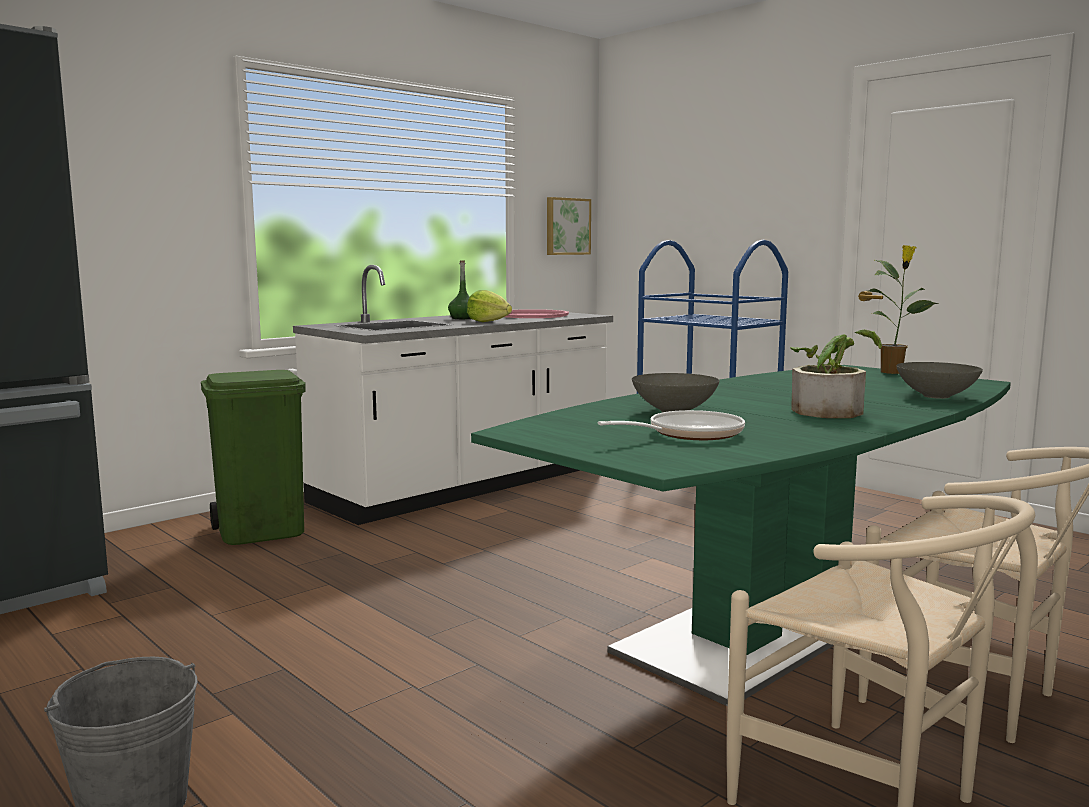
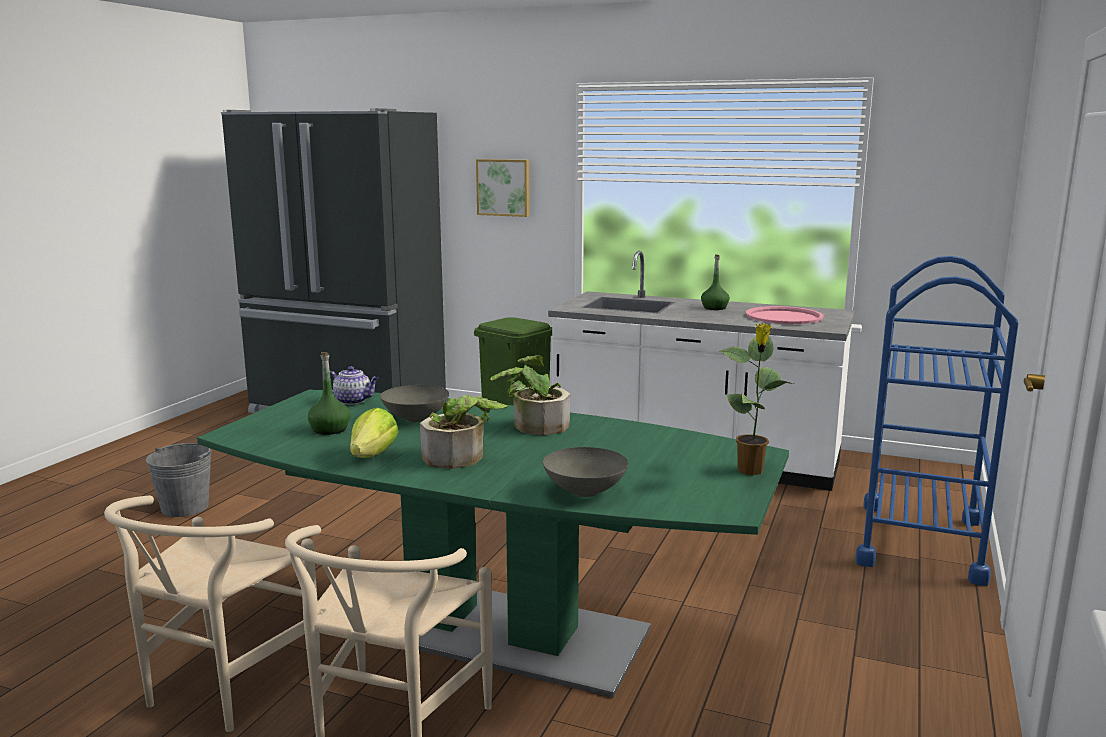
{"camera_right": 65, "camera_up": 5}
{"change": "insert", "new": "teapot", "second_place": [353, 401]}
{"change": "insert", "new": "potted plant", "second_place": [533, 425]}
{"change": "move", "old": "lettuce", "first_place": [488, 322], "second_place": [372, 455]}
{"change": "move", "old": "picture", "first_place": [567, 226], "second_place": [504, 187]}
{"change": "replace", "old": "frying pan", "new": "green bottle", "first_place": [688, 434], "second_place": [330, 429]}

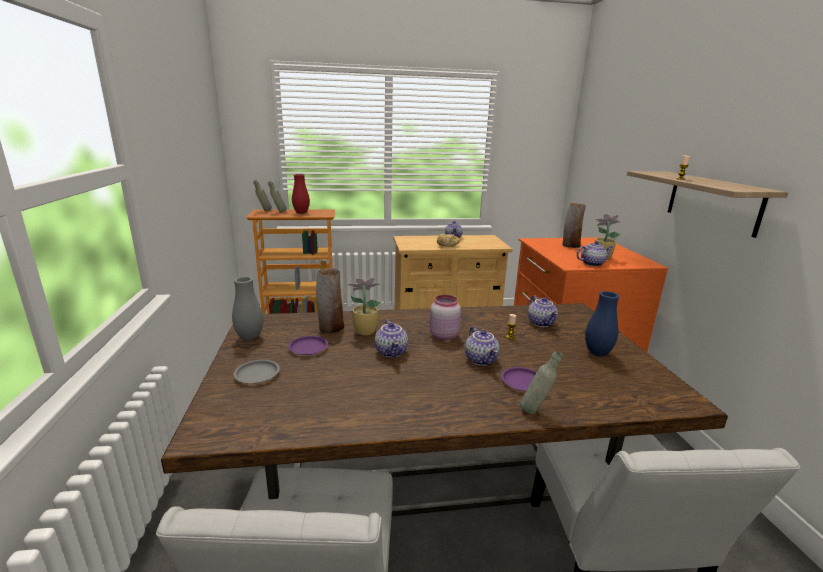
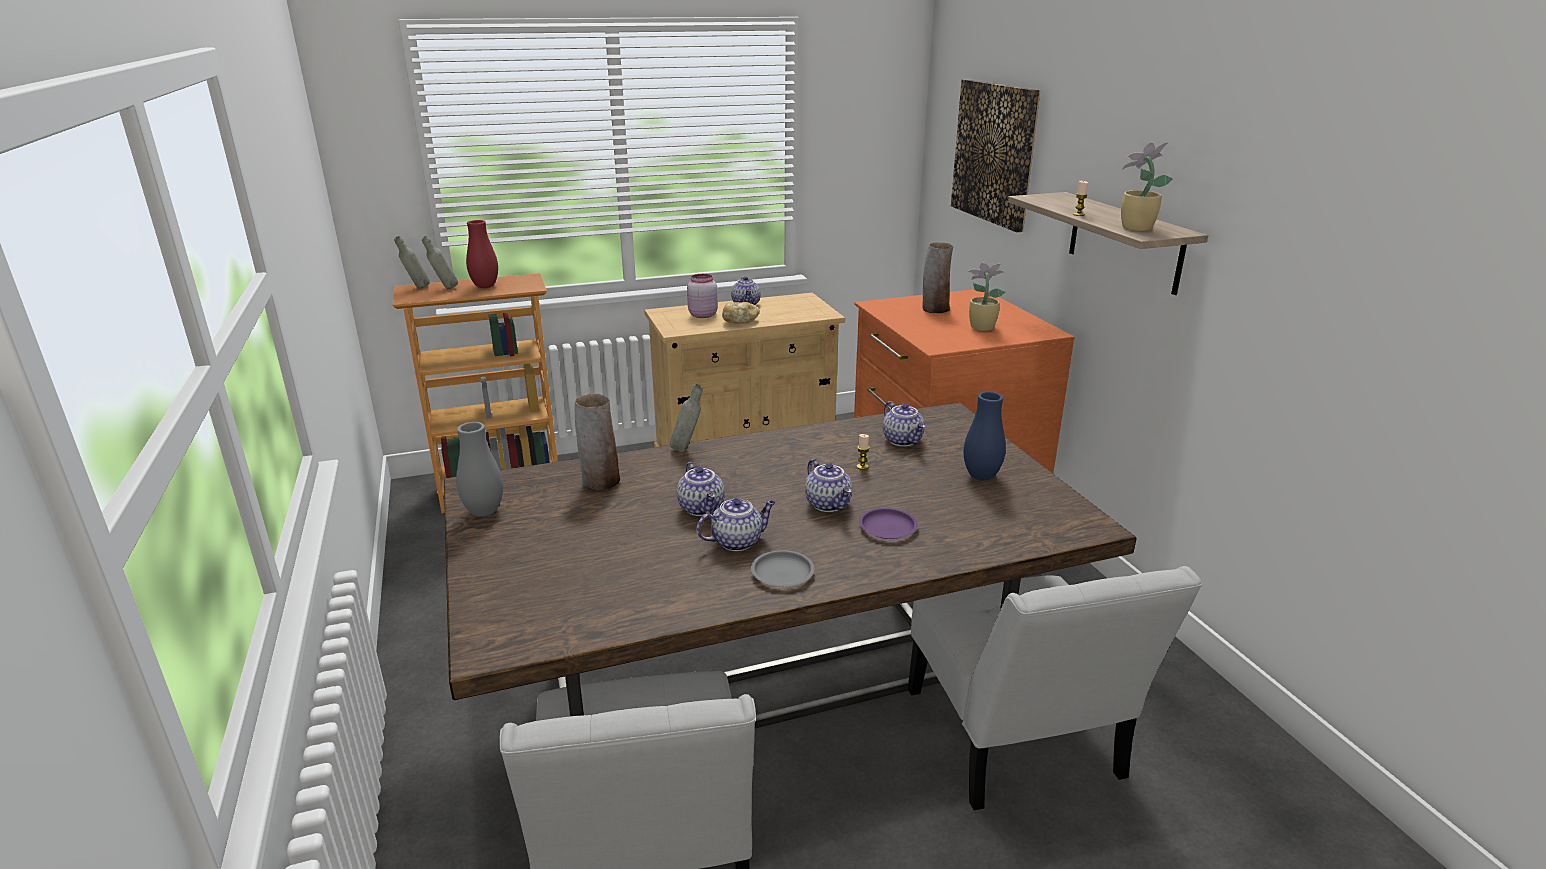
{"camera_right": -10, "camera_up": 5}
{"change": "delete", "old": "purple plate", "first_place": [308, 348]}
{"change": "insert", "new": "picture", "second_place": [994, 153]}
{"change": "move", "old": "grey plate", "first_place": [257, 374], "second_place": [782, 573]}
{"change": "move", "old": "potted plant", "first_place": [364, 331], "second_place": [1134, 228]}
{"change": "move", "old": "pink jar", "first_place": [443, 335], "second_place": [702, 315]}
{"change": "move", "old": "grey bottle", "first_place": [536, 411], "second_place": [687, 449]}
{"change": "move", "old": "teapot", "first_place": [592, 263], "second_place": [737, 541]}

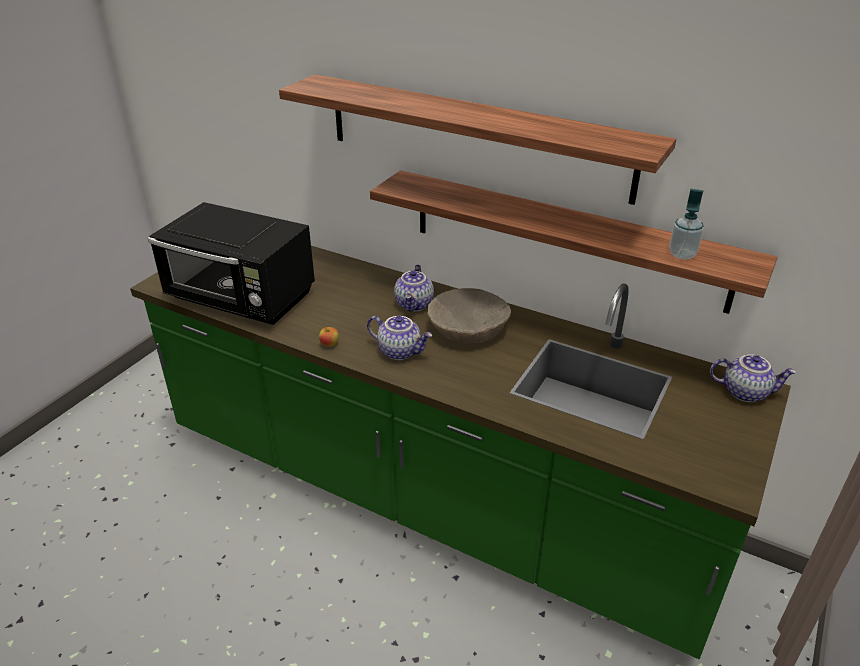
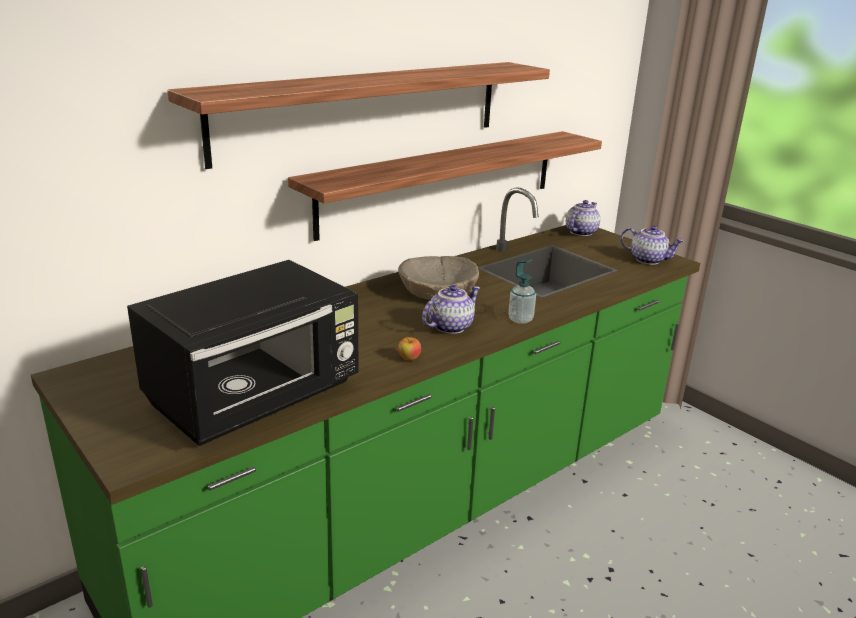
{"camera_right": -70, "camera_up": -10}
{"change": "move", "old": "teapot", "first_place": [415, 305], "second_place": [648, 260]}
{"change": "move", "old": "soap dispenser", "first_place": [682, 254], "second_place": [520, 319]}

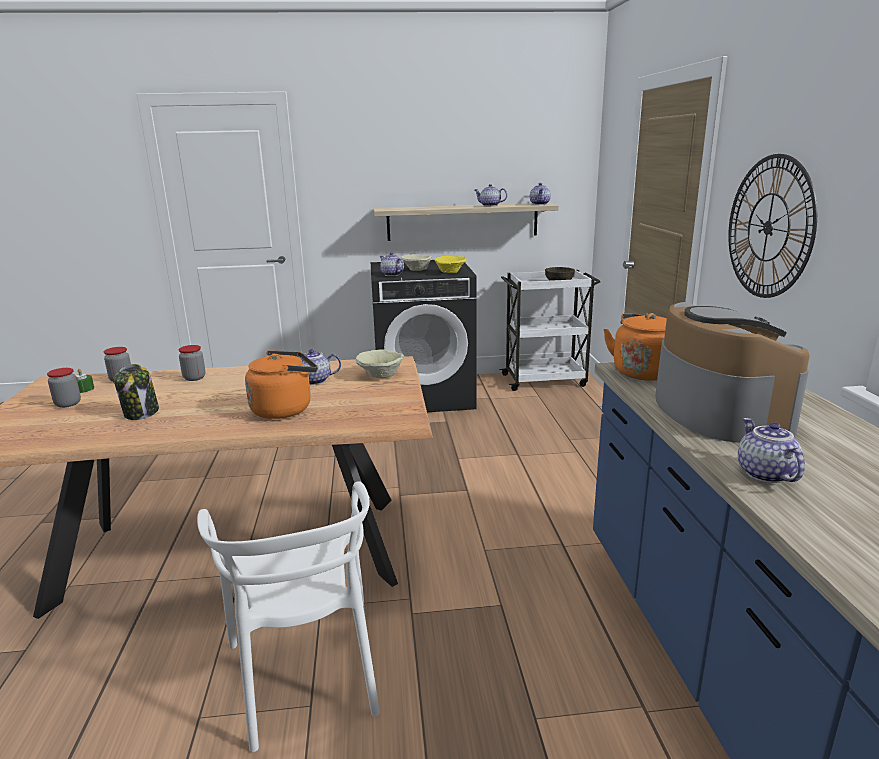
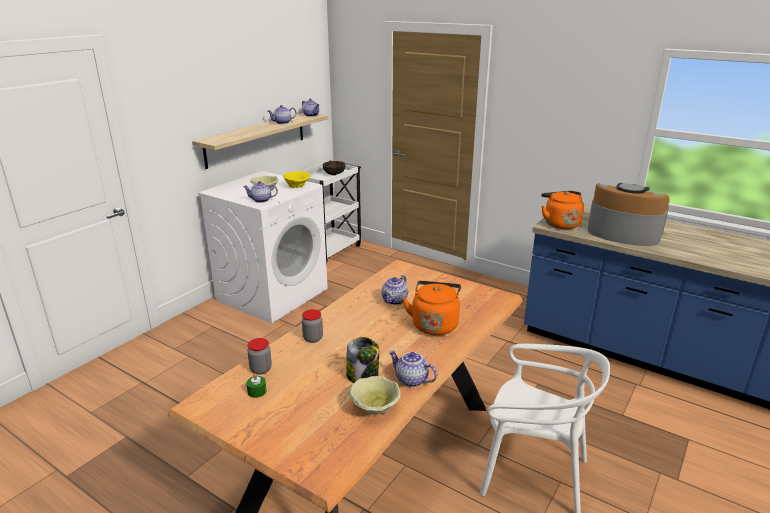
{"camera_right": -50, "camera_up": 5}
{"change": "delete", "old": "jar", "first_place": [68, 404]}
{"change": "delete", "old": "wall clock", "first_place": [768, 227]}
{"change": "move", "old": "beige bowl", "first_place": [381, 375], "second_place": [374, 407]}
{"change": "move", "old": "teapot", "first_place": [763, 474], "second_place": [411, 380]}
{"change": "recolor", "old": "black washing machine", "new": "white washing machine", "first_place": [425, 395], "second_place": [272, 294]}

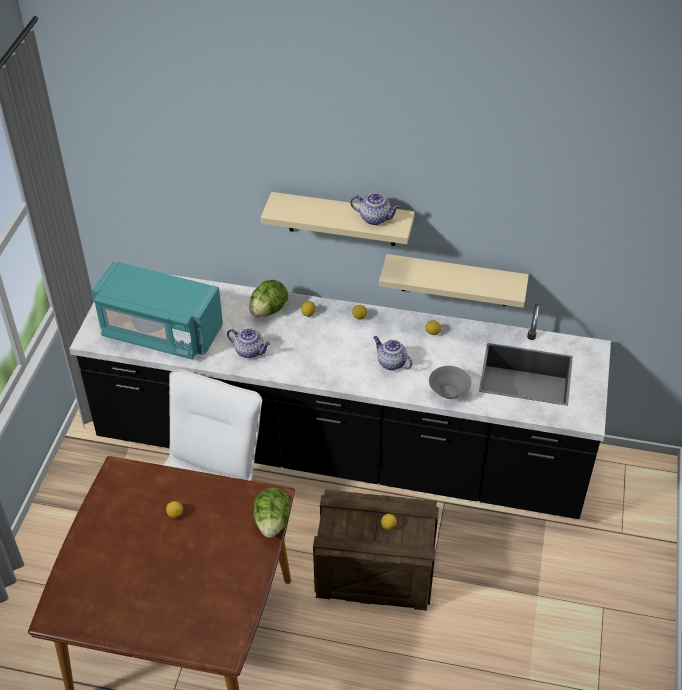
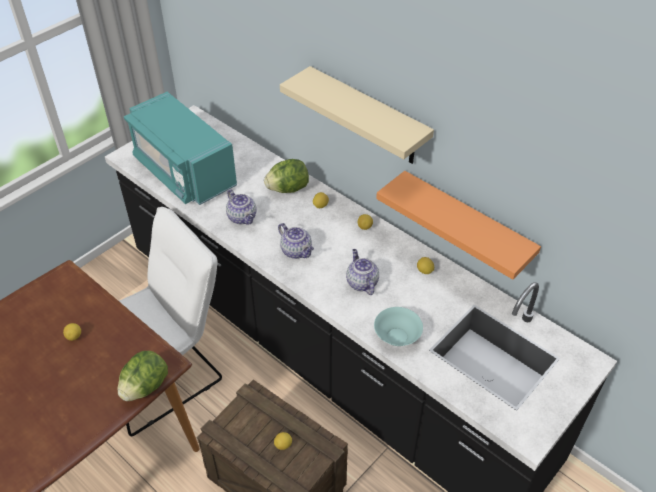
{"camera_right": 30, "camera_up": 0}
{"change": "move", "old": "teapot", "first_place": [375, 218], "second_place": [297, 251]}
{"change": "recolor", "old": "beige shelf", "new": "orange shelf", "first_place": [455, 280], "second_place": [466, 225]}
{"change": "recolor", "old": "grey bowl", "new": "turquoise bowl", "first_place": [448, 391], "second_place": [397, 336]}

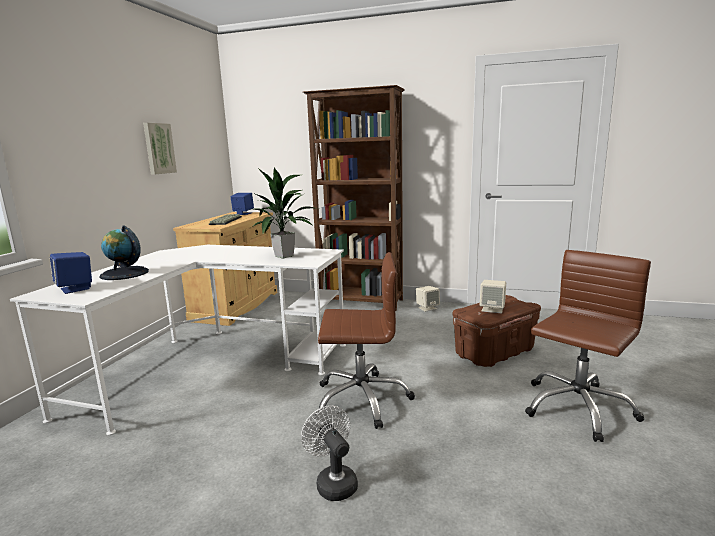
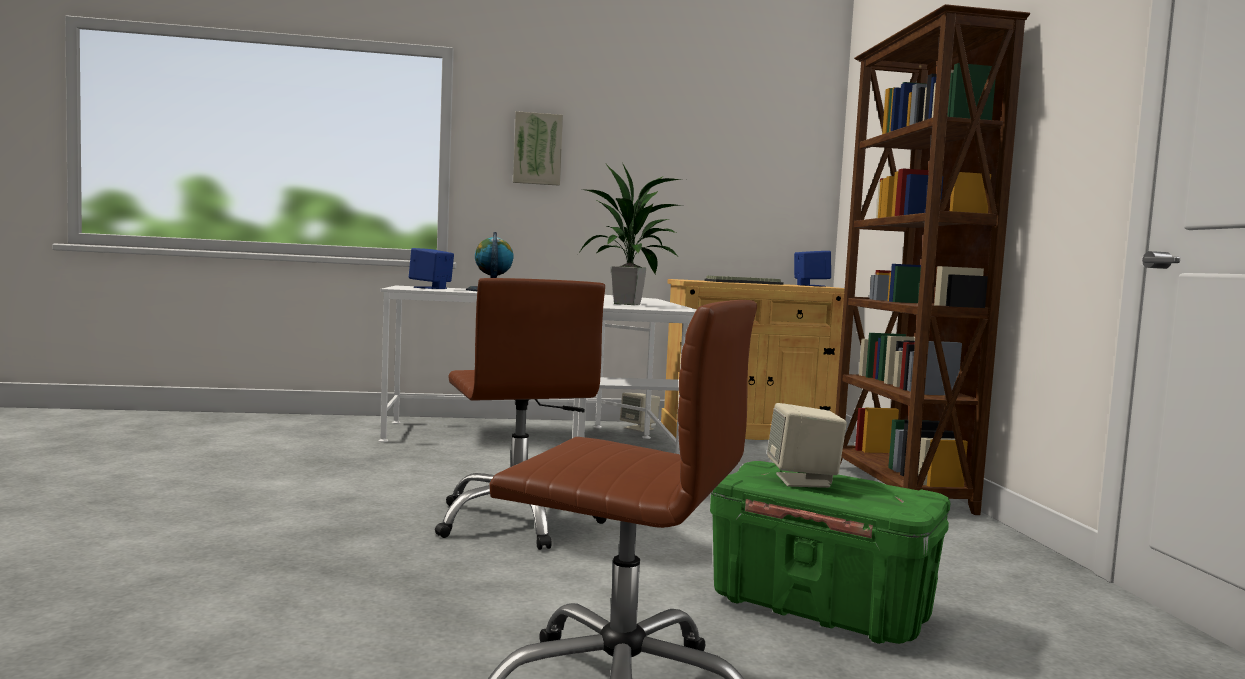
{"camera_right": 65, "camera_up": -10}
{"change": "delete", "old": "white fan", "first_place": [333, 482]}
{"change": "move", "old": "picture", "first_place": [158, 148], "second_place": [537, 149]}
{"change": "move", "old": "beige speaker", "first_place": [427, 308], "second_place": [639, 428]}
{"change": "recolor", "old": "brown storage box", "new": "green storage box", "first_place": [494, 353], "second_place": [817, 608]}

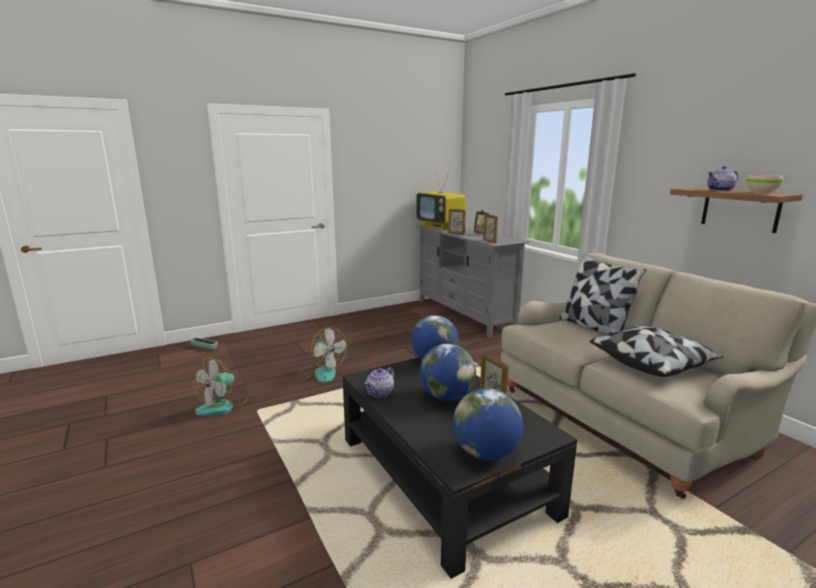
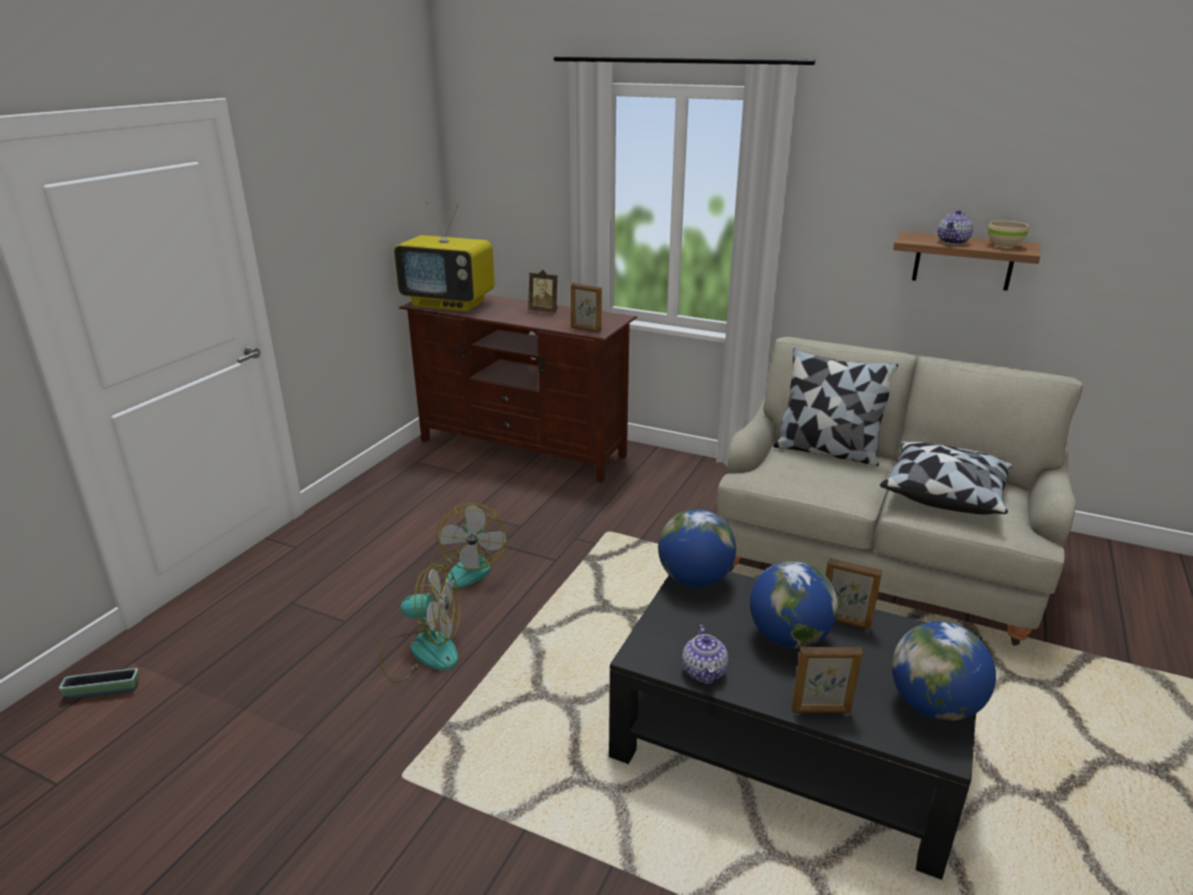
{"camera_right": -35, "camera_up": 10}
{"change": "move", "old": "fan", "first_place": [222, 406], "second_place": [469, 567]}
{"change": "move", "old": "picture frame", "first_place": [456, 233], "second_place": [821, 711]}
{"change": "recolor", "old": "grey tv stand", "new": "brown tv stand", "first_place": [465, 315], "second_place": [523, 448]}

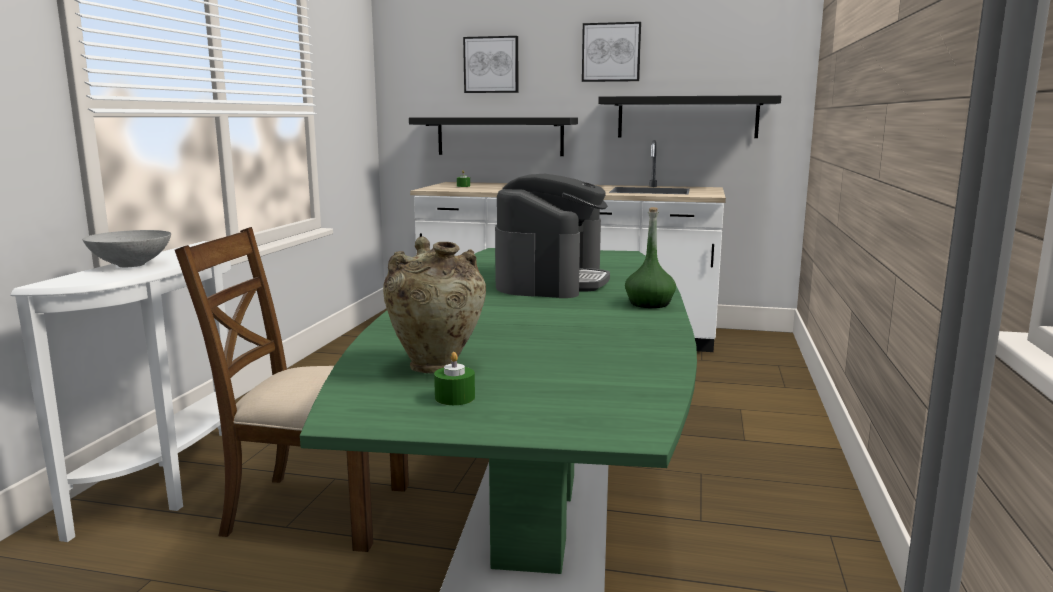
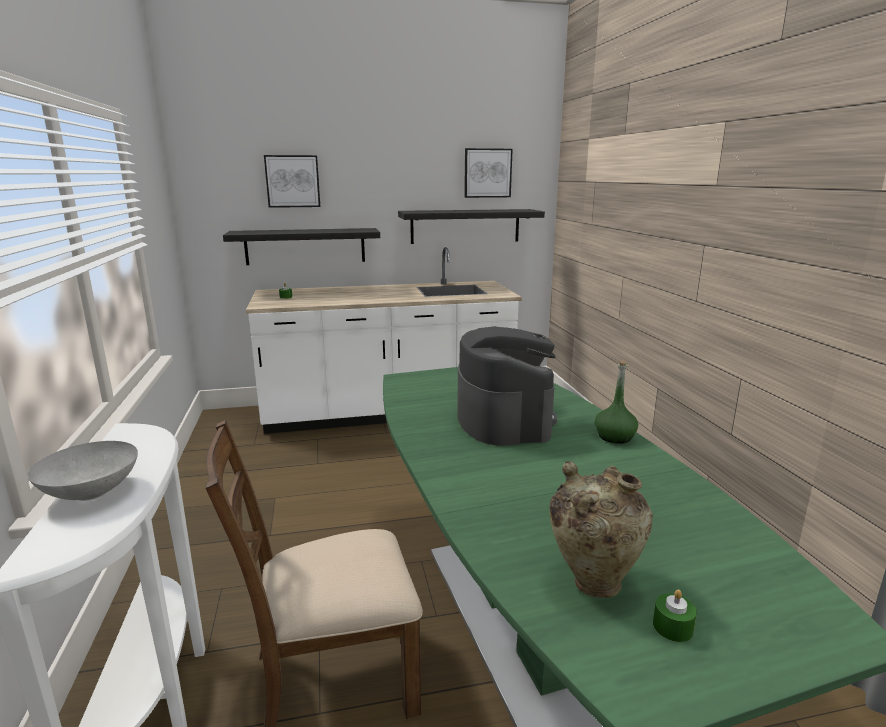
{"camera_right": -25, "camera_up": 5}
{"change": "move", "old": "picture", "first_place": [611, 52], "second_place": [487, 173]}

